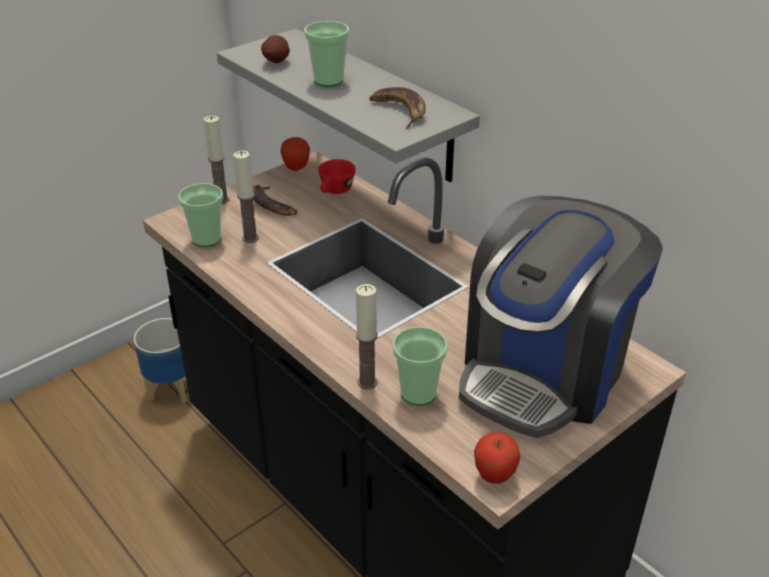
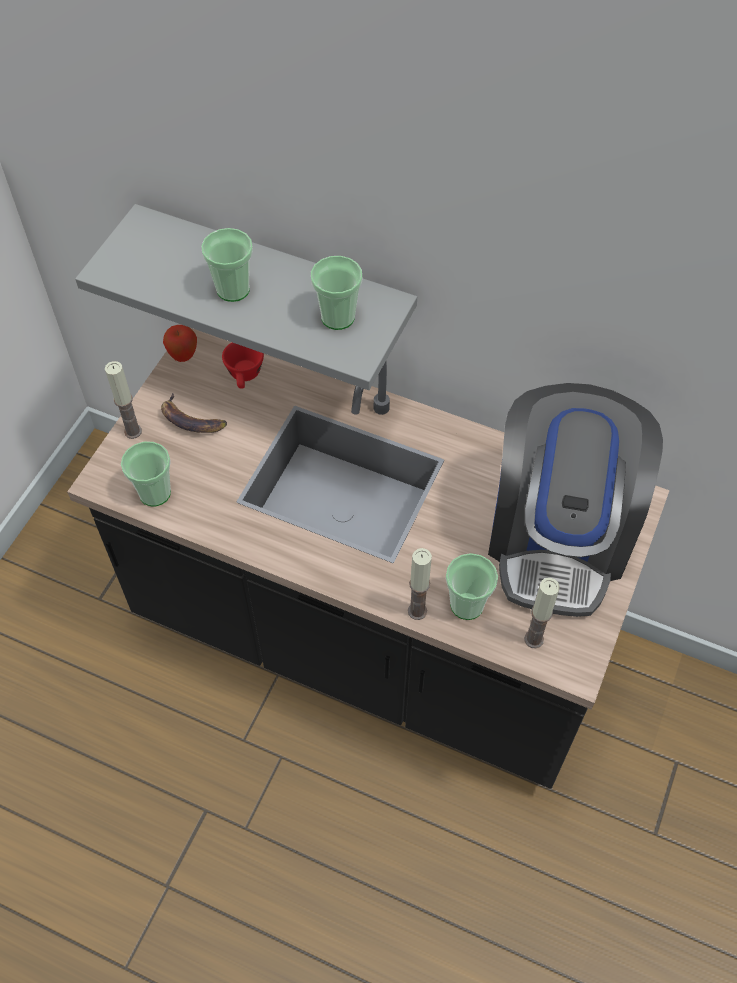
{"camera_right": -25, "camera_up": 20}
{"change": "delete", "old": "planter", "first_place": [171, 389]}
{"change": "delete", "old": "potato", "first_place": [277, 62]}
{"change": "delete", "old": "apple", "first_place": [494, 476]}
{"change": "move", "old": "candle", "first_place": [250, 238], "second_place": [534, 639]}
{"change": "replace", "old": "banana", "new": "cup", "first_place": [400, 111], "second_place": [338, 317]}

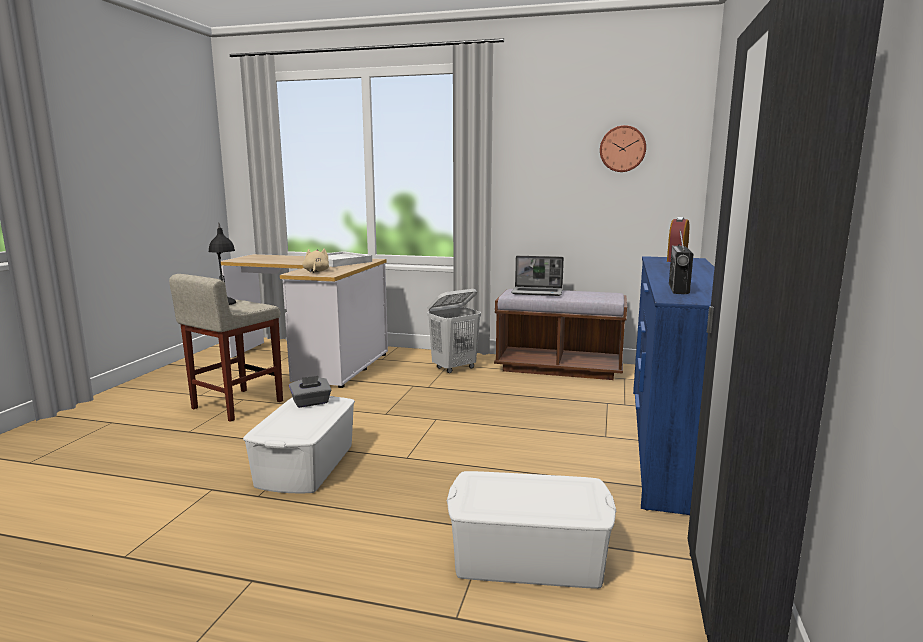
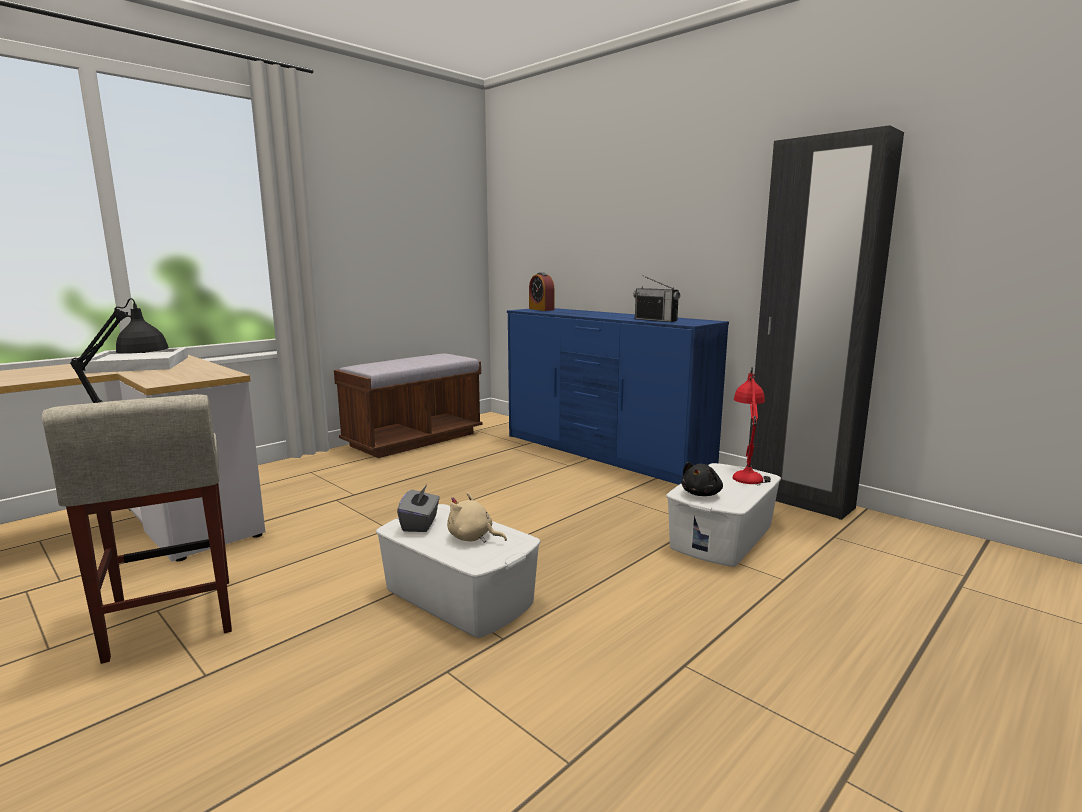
{"camera_right": -60, "camera_up": 0}
{"change": "delete", "old": "white laundry basket", "first_place": [454, 368]}
{"change": "delete", "old": "laptop", "first_place": [538, 292]}
{"change": "delete", "old": "wall clock", "first_place": [622, 149]}
{"change": "insert", "new": "black plush toy", "second_place": [702, 494]}
{"change": "insert", "new": "red table lamp", "second_place": [746, 473]}
{"change": "move", "old": "beige plush toy", "first_place": [316, 271], "second_place": [472, 537]}

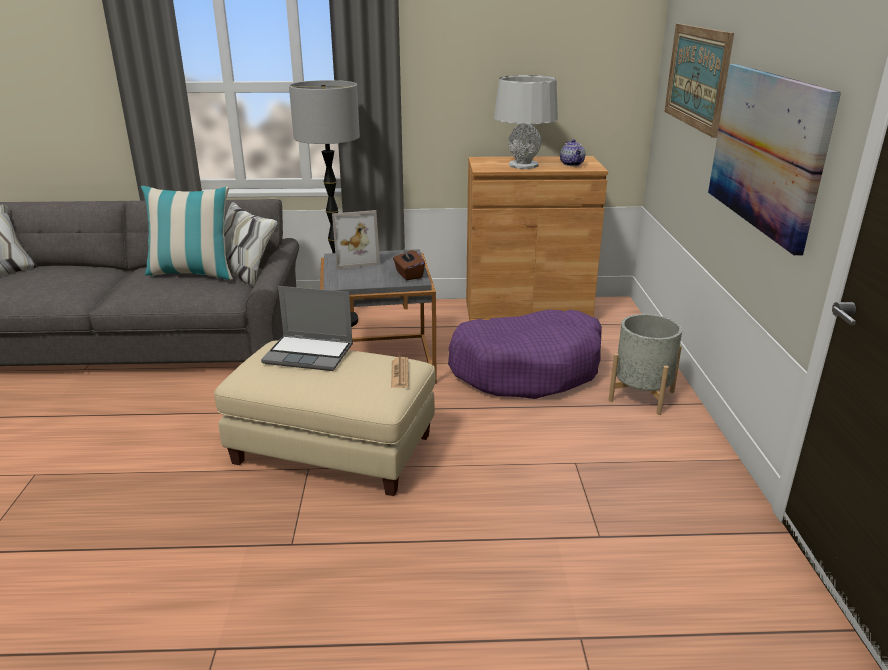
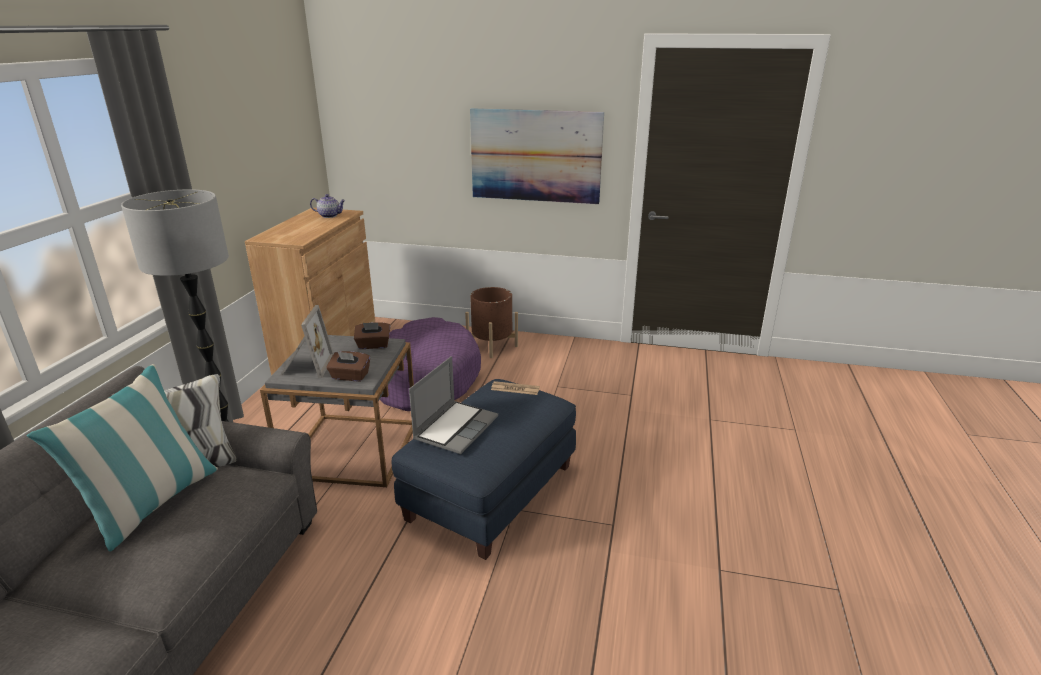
{"camera_right": -75, "camera_up": 0}
{"change": "delete", "old": "grey table lamp", "first_place": [523, 165]}
{"change": "delete", "old": "picture", "first_place": [697, 77]}
{"change": "insert", "new": "brown tissue box", "second_place": [350, 376]}
{"change": "recolor", "old": "beige ottoman", "new": "blue ottoman", "first_place": [334, 449], "second_place": [491, 491]}
{"change": "recolor", "old": "grey planter", "new": "brown planter", "first_place": [641, 396], "second_place": [492, 346]}

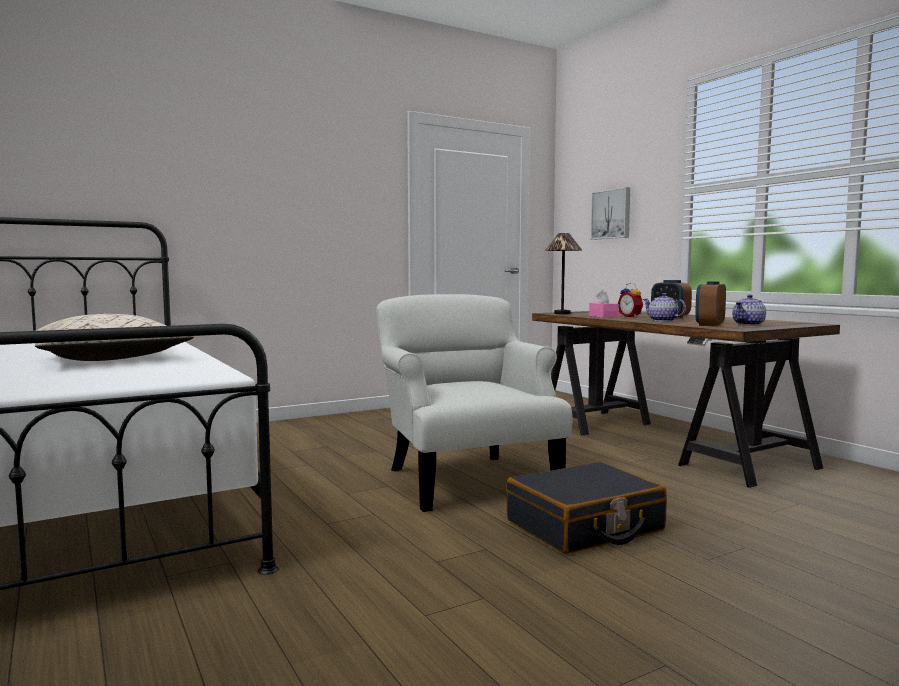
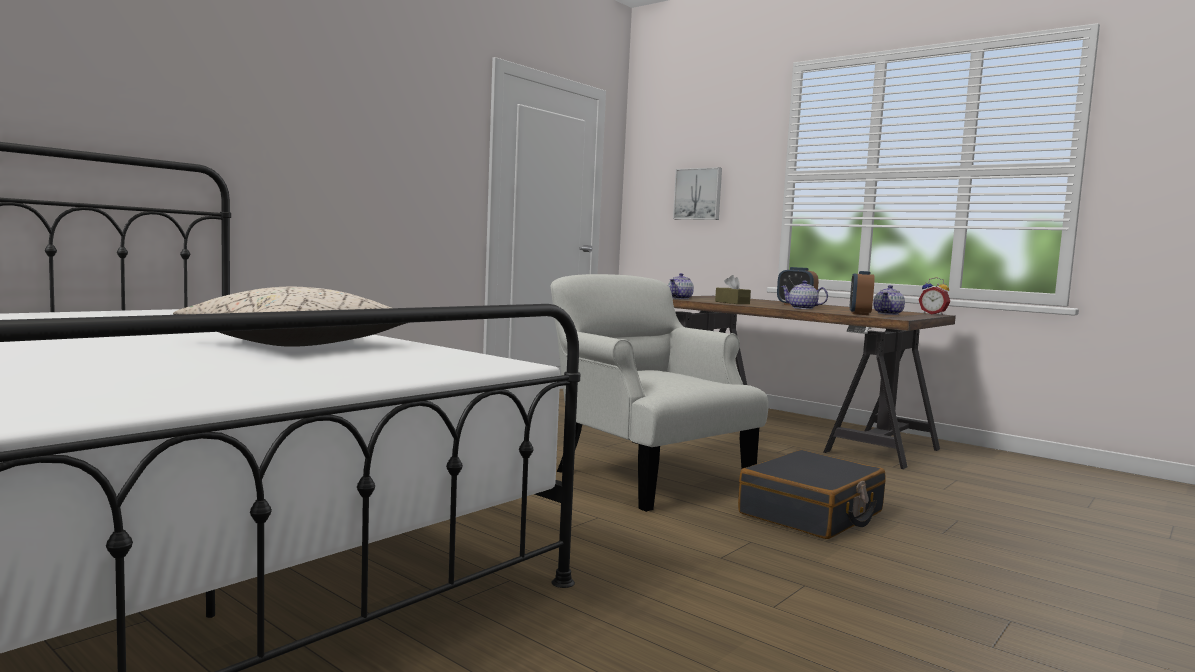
{"camera_right": -20, "camera_up": 0}
{"change": "move", "old": "alarm clock", "first_place": [631, 316], "second_place": [933, 314]}
{"change": "replace", "old": "table lamp", "new": "teapot", "first_place": [562, 313], "second_place": [680, 298]}
{"change": "recolor", "old": "pink tissue box", "new": "brown tissue box", "first_place": [603, 316], "second_place": [732, 303]}

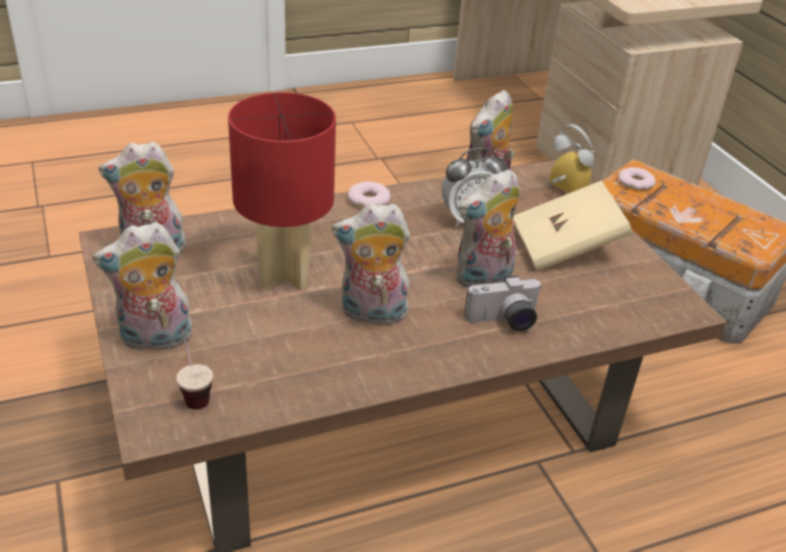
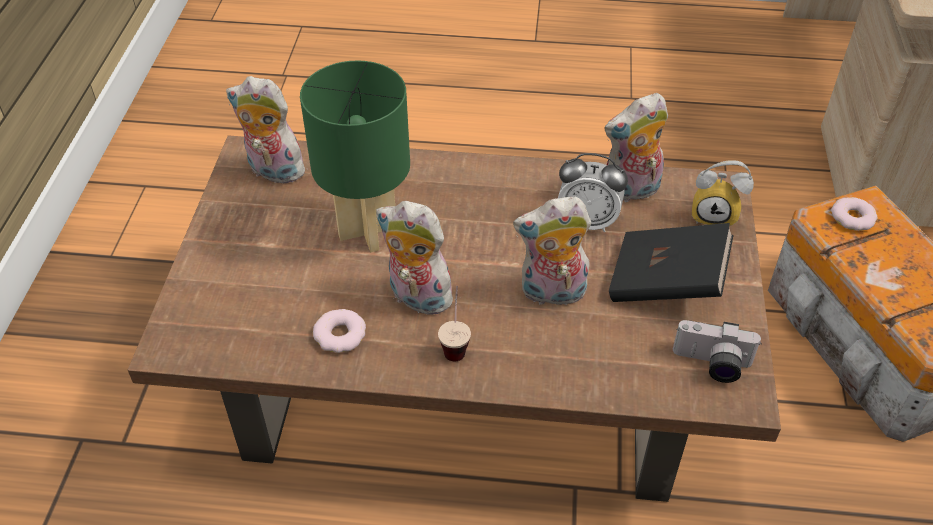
{"camera_right": 30, "camera_up": 10}
{"change": "delete", "old": "plush toy", "first_place": [154, 340]}
{"change": "move", "old": "cup", "first_place": [193, 391], "second_place": [455, 342]}
{"change": "move", "old": "donut", "first_place": [369, 200], "second_place": [340, 335]}
{"change": "move", "old": "photo camera", "first_place": [503, 322], "second_place": [711, 365]}
{"change": "recolor", "old": "red table lamp", "new": "green table lamp", "first_place": [286, 275], "second_place": [368, 232]}
{"change": "recolor", "old": "beige book", "new": "black book", "first_place": [565, 247], "second_place": [666, 284]}
{"change": "rotate", "old": "alarm clock", "first_place": [561, 192], "second_place": [715, 215], "degrees": 120}

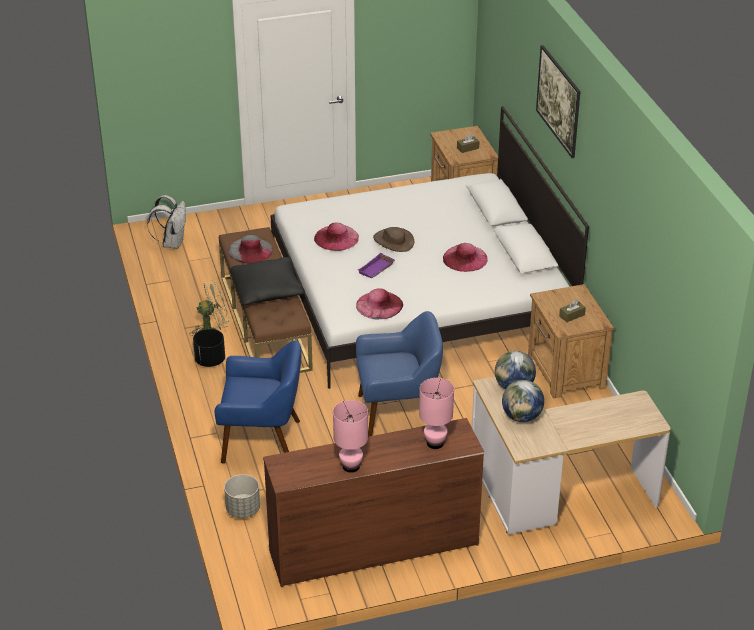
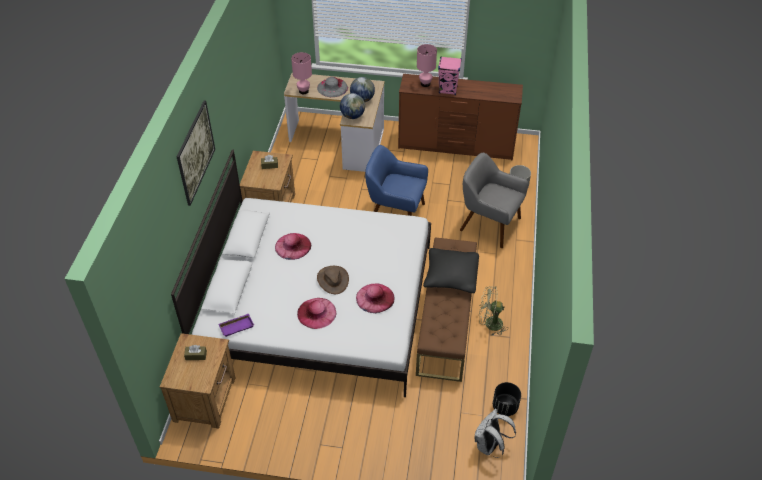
{"camera_right": -155, "camera_up": 10}
{"change": "insert", "new": "pink speaker", "second_place": [448, 90]}
{"change": "move", "old": "black planter", "first_place": [210, 360], "second_place": [505, 407]}
{"change": "move", "old": "grey hat", "first_place": [250, 250], "second_place": [332, 87]}
{"change": "move", "old": "pink table lamp", "first_place": [350, 466], "second_place": [304, 91]}
{"change": "move", "old": "pink hat", "first_place": [379, 305], "second_place": [316, 313]}
{"change": "move", "old": "purple tray", "first_place": [377, 269], "second_place": [236, 326]}
{"change": "recolor", "old": "blue armchair", "new": "grey armchair", "first_place": [262, 441], "second_place": [489, 224]}

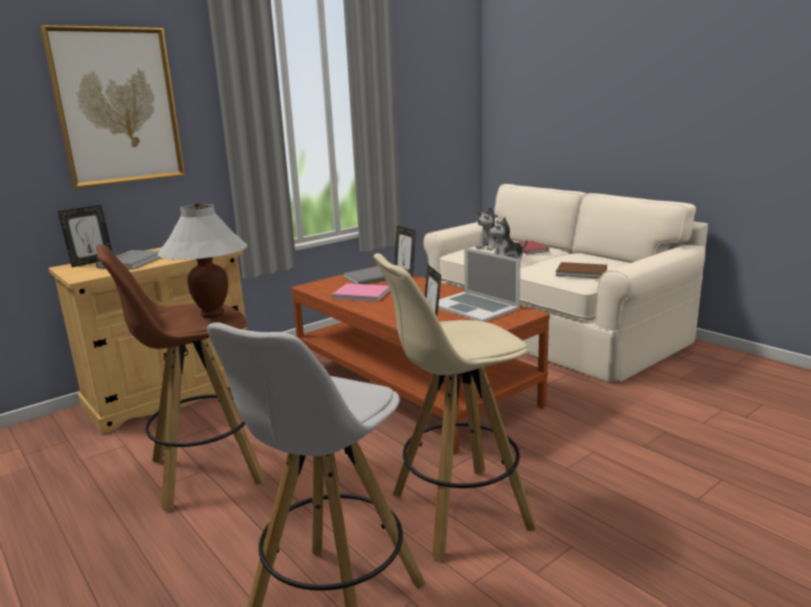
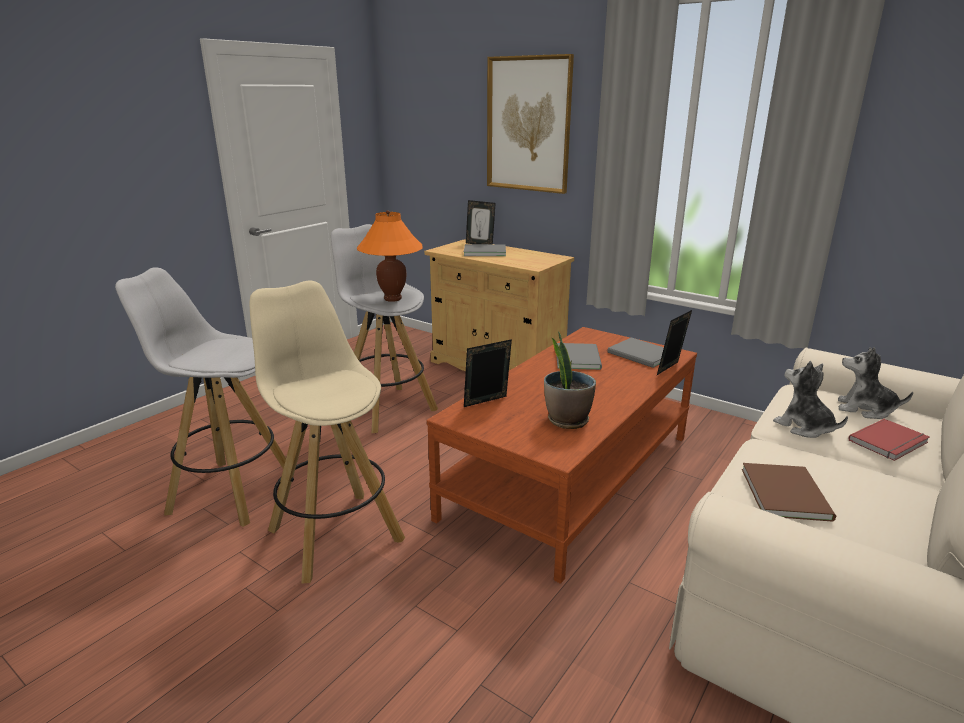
{"camera_right": 75, "camera_up": 5}
{"change": "replace", "old": "laptop", "new": "potted plant", "first_place": [474, 307], "second_place": [567, 420]}
{"change": "recolor", "old": "brown stool", "new": "white stool", "first_place": [204, 472], "second_place": [386, 408]}
{"change": "recolor", "old": "white table lamp", "new": "orange table lamp", "first_place": [213, 314], "second_place": [392, 299]}
{"change": "recolor", "old": "pink book", "new": "grey book", "first_place": [361, 294], "second_place": [579, 357]}

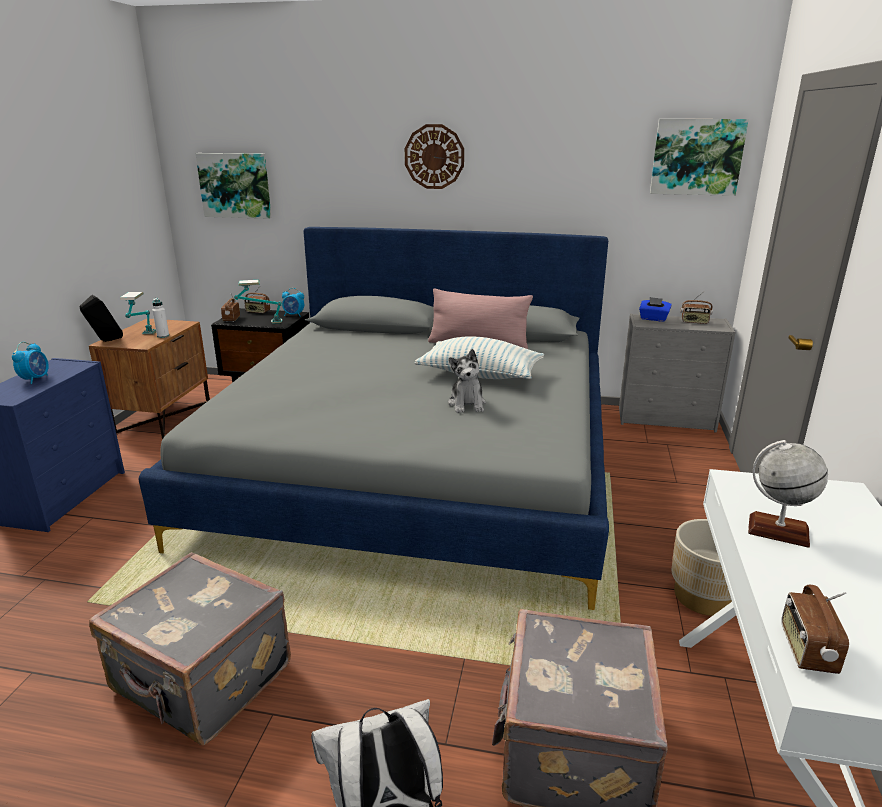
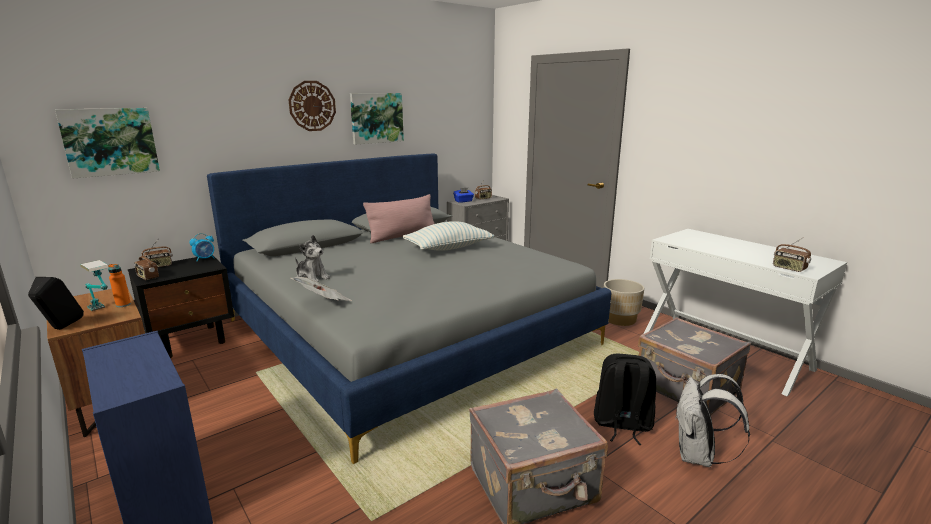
{"camera_right": -50, "camera_up": -5}
{"change": "delete", "old": "alarm clock", "first_place": [35, 379]}
{"change": "delete", "old": "table lamp", "first_place": [260, 323]}
{"change": "delete", "old": "globe", "first_place": [778, 530]}
{"change": "insert", "new": "newspaper", "second_place": [323, 303]}
{"change": "insert", "new": "black backpack", "second_place": [622, 425]}
{"change": "move", "old": "plush toy", "first_place": [467, 404], "second_place": [312, 278]}
{"change": "move", "old": "picture", "first_place": [696, 157], "second_place": [376, 118]}
{"change": "recolor", "old": "white bottle", "new": "orange bottle", "first_place": [163, 336], "second_place": [123, 304]}

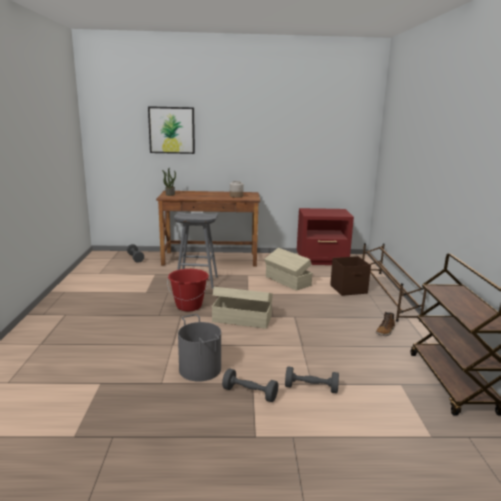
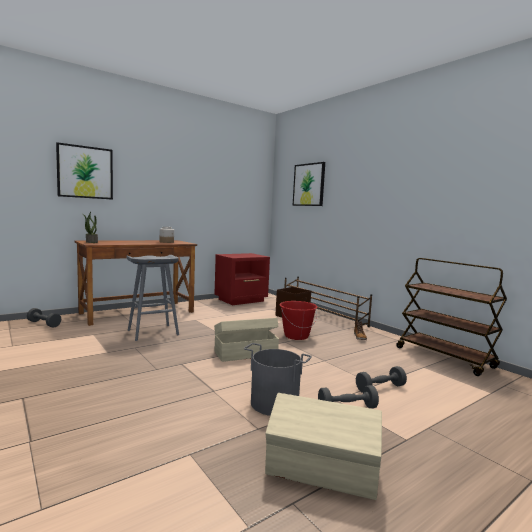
{"camera_right": -35, "camera_up": -10}
{"change": "insert", "new": "picture", "second_place": [309, 185]}
{"change": "move", "old": "red bucket", "first_place": [189, 306], "second_place": [296, 336]}
{"change": "move", "old": "beige storage box", "first_place": [287, 281], "second_place": [322, 472]}

